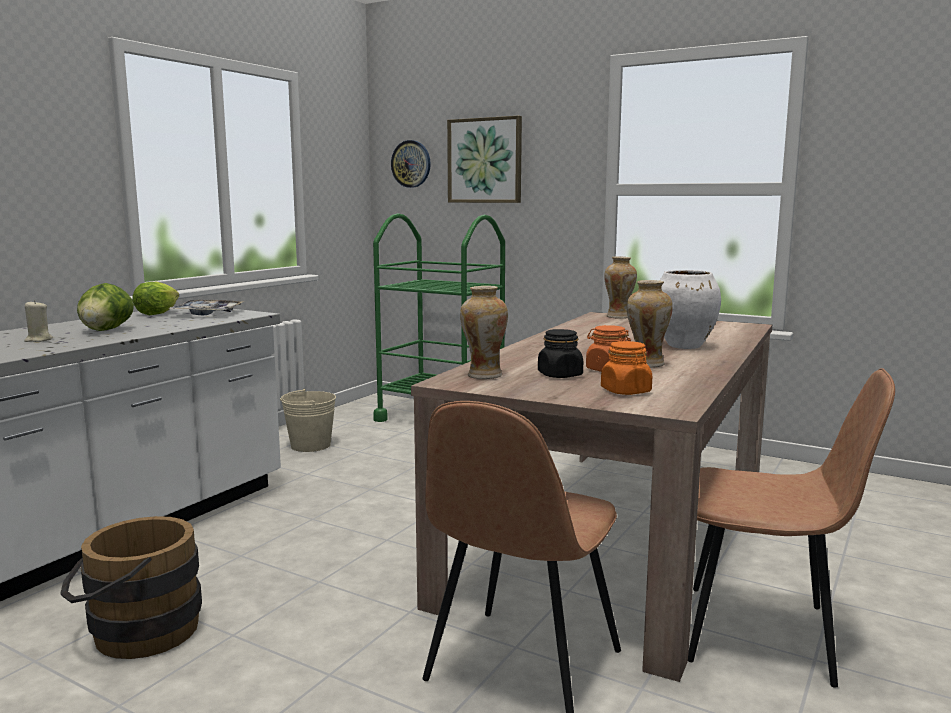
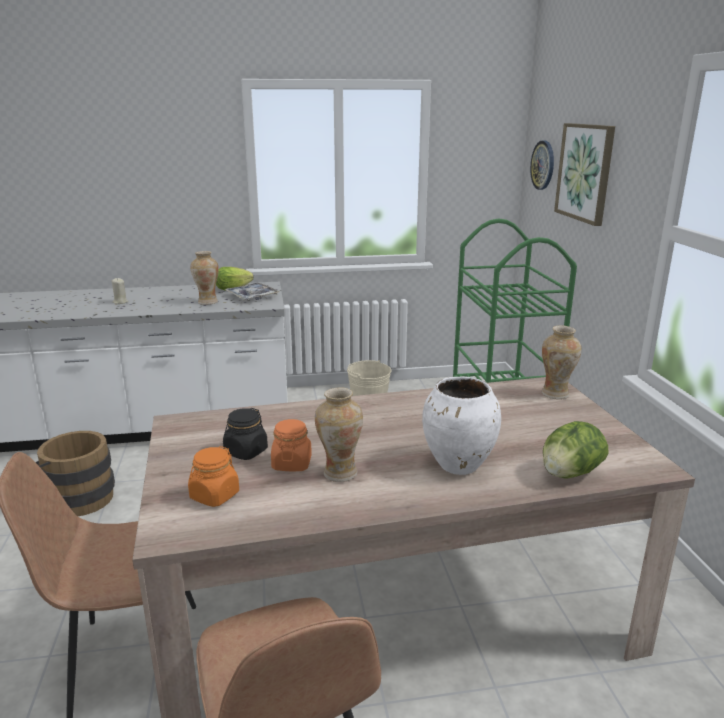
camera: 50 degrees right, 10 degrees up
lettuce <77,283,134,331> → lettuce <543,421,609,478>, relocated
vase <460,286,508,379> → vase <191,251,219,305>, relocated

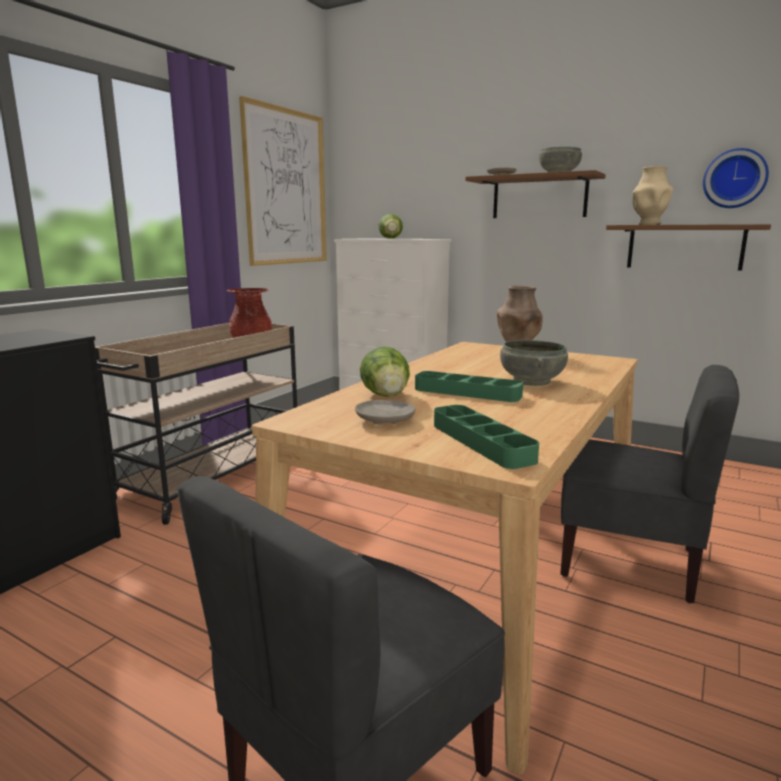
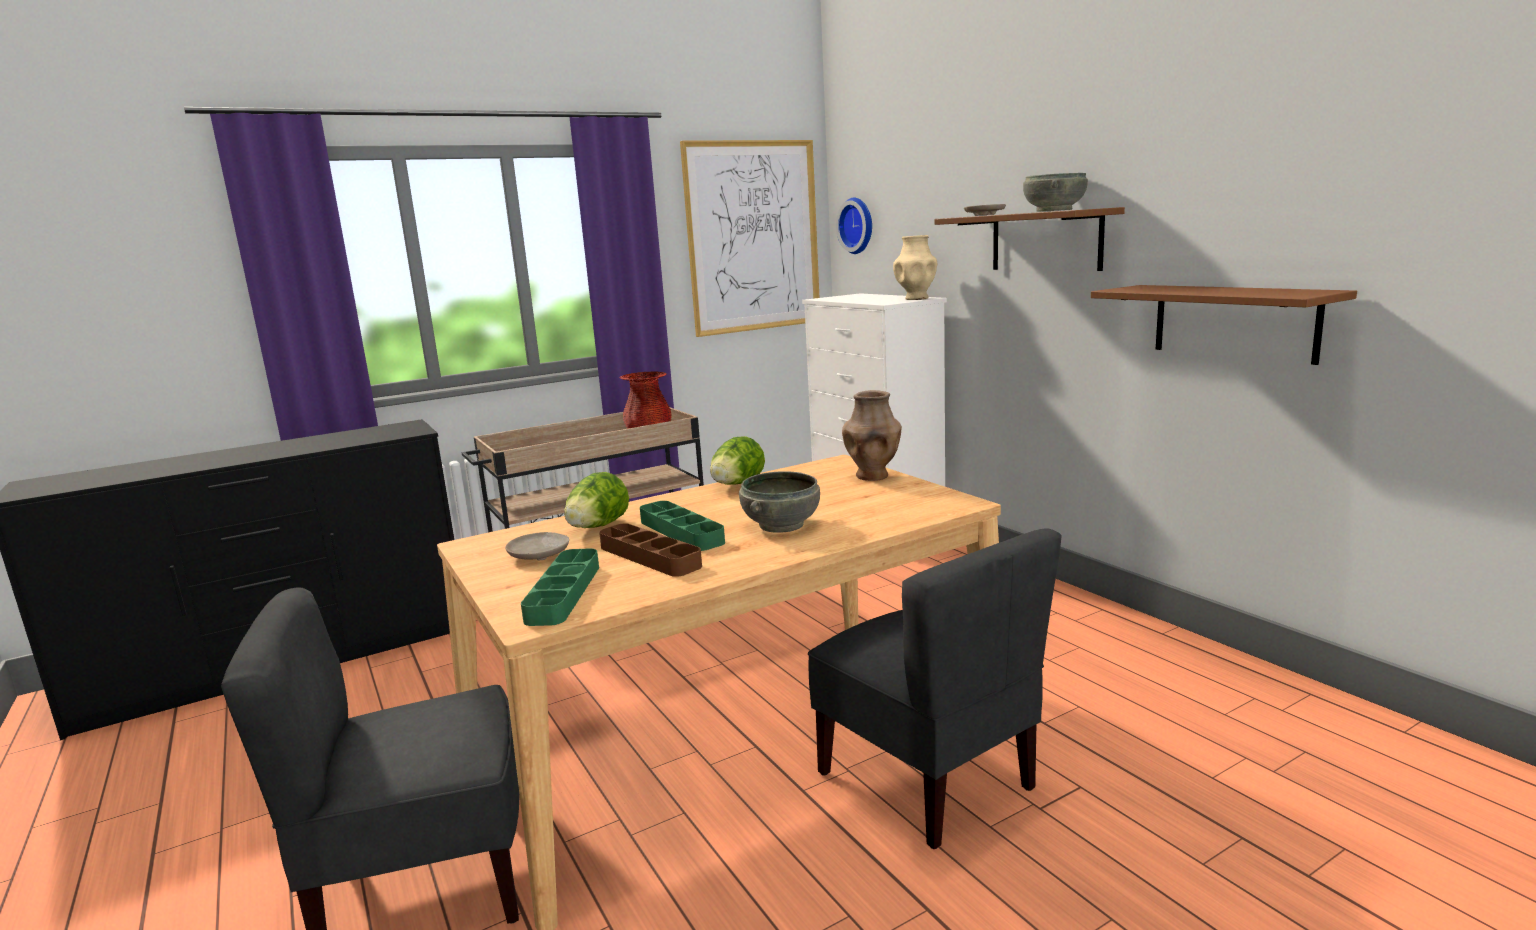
camera: 30 degrees right, 0 degrees up
wall clock <703,148,769,208> → wall clock <836,198,872,254>, relocated
vase in beige <633,166,673,225> → vase in beige <893,235,937,300>, relocated
lettuce <379,214,403,239> → lettuce <710,436,765,485>, relocated
- → tray in brown <599,523,702,577>

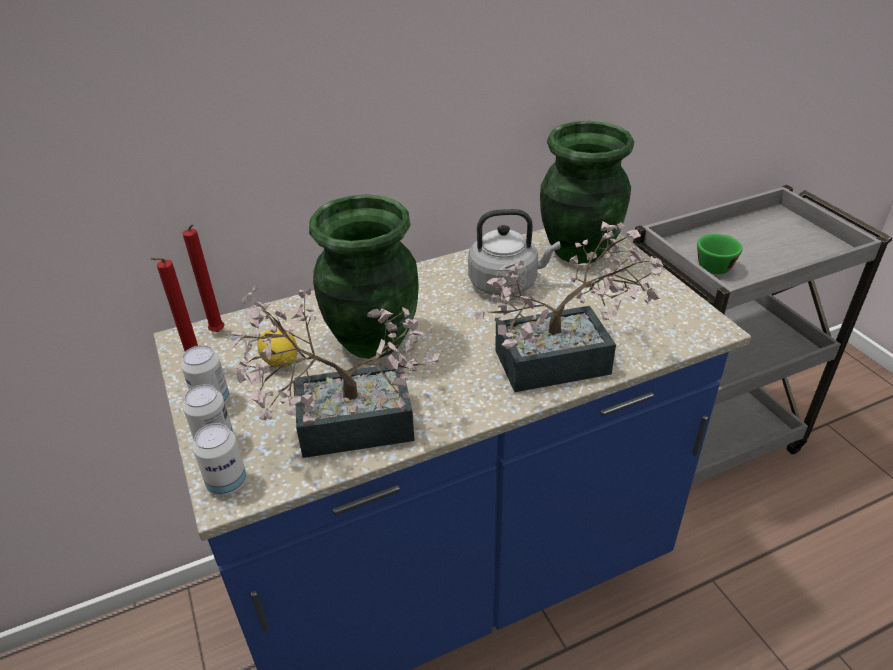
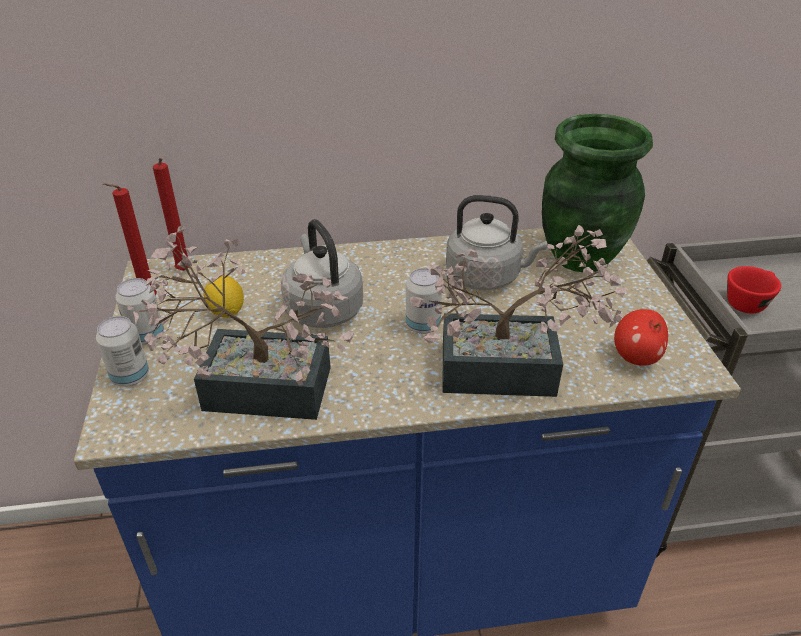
camera: 15 degrees right, 0 degrees up
vase in green <309,194,419,359> → kettle in grey <281,219,363,328>
cup in green <697,234,743,274> → cup in red <727,266,781,313>
can <193,423,247,496> → can <406,268,442,334>, relocated
- → apple <614,309,668,366>

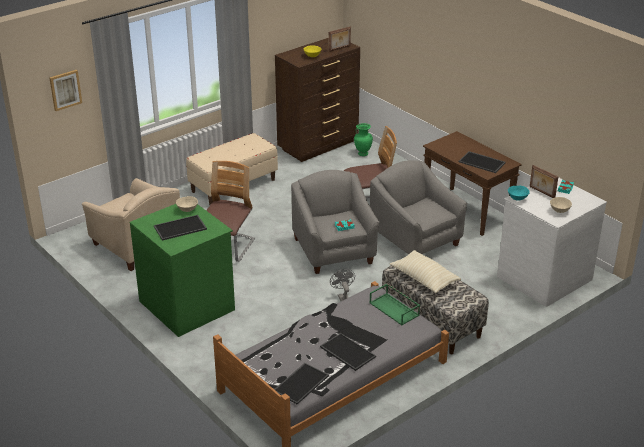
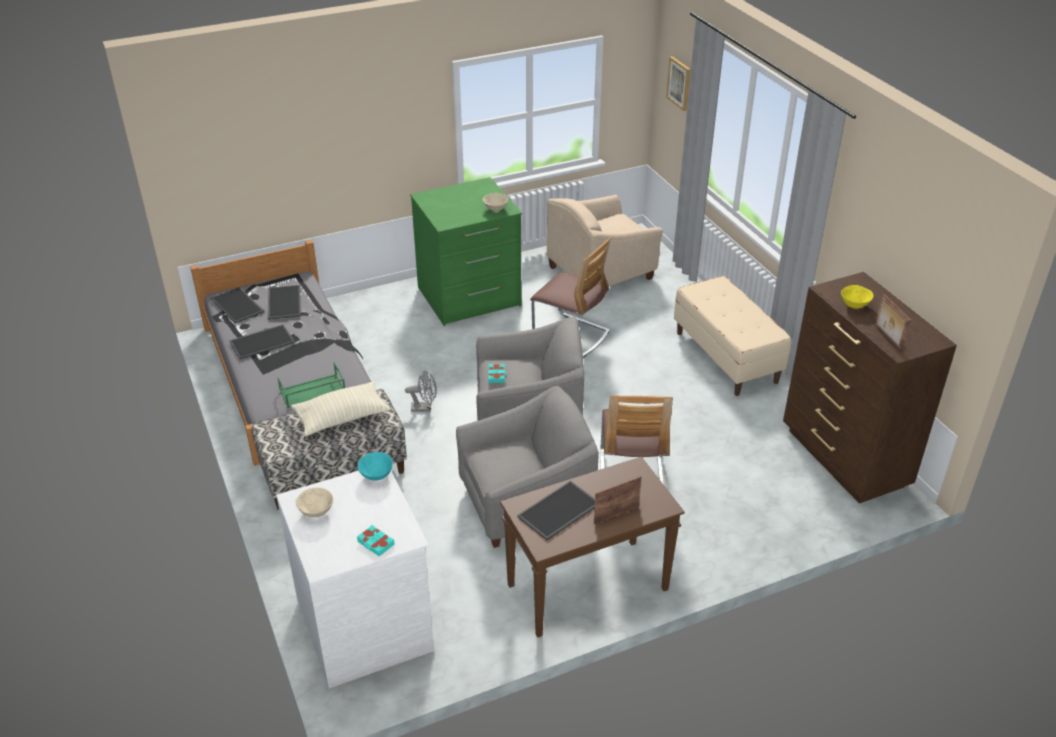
camera: 105 degrees right, 5 degrees up
vase in green <354,123,373,156> → -
picture frame <530,165,558,198> → picture frame <594,476,642,524>, relocated
tray <154,215,207,241> → tray <268,285,301,320>, relocated

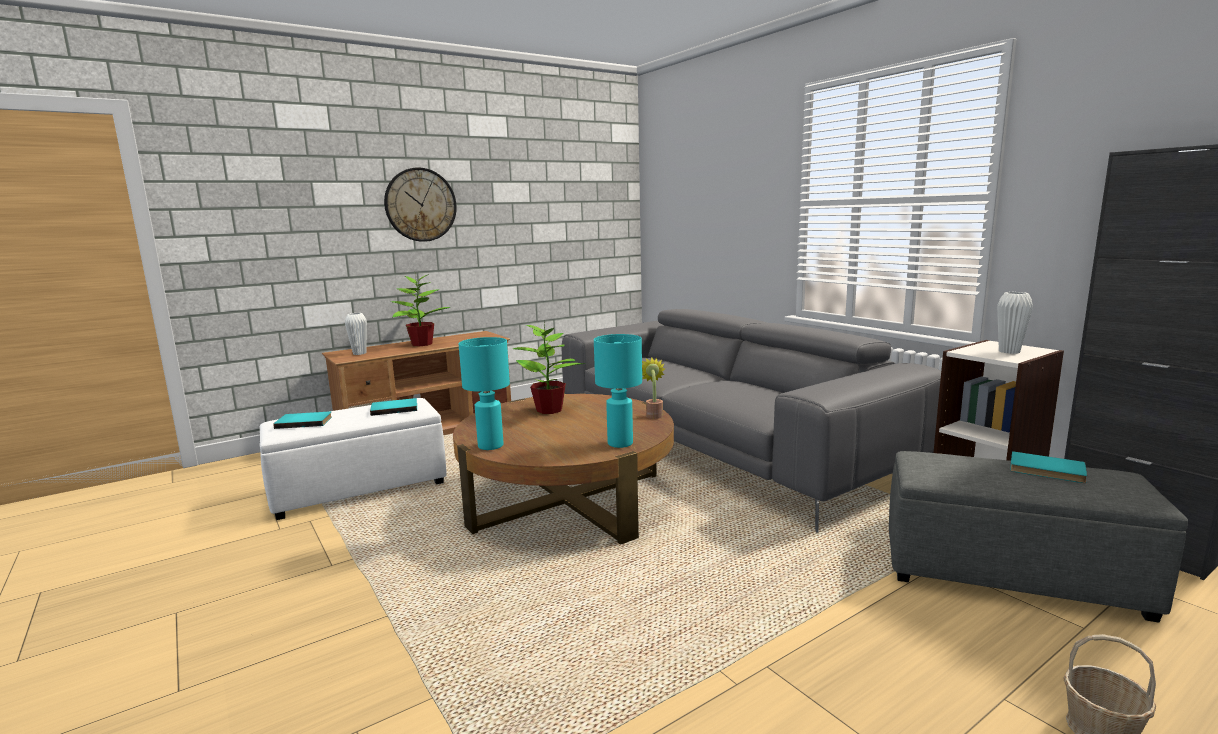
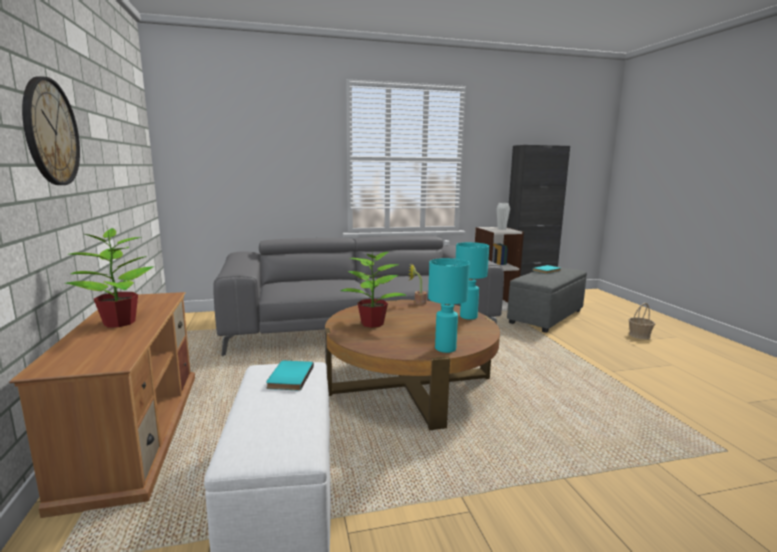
camera: 70 degrees left, 0 degrees up
vase in white <345,313,367,355> → -
book in turquoise <273,412,332,429> → -

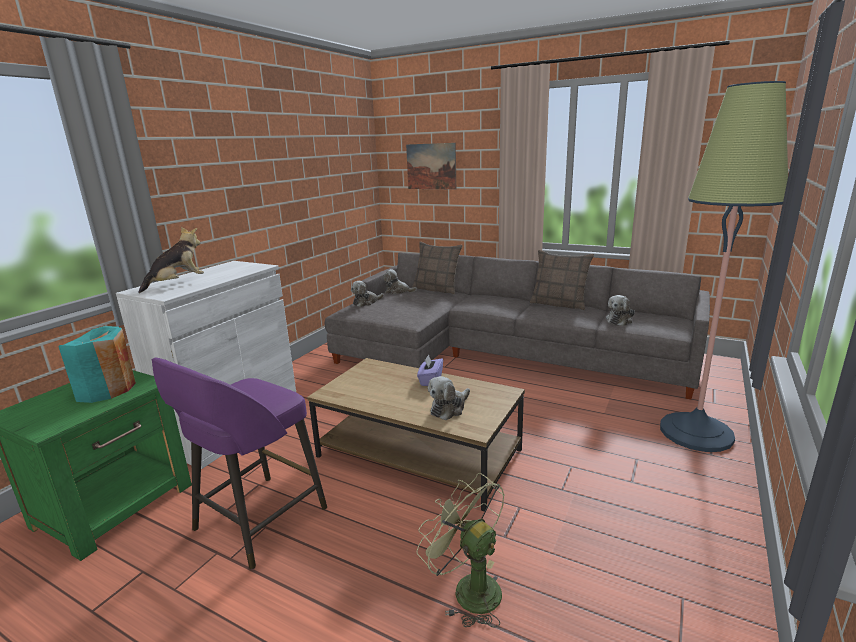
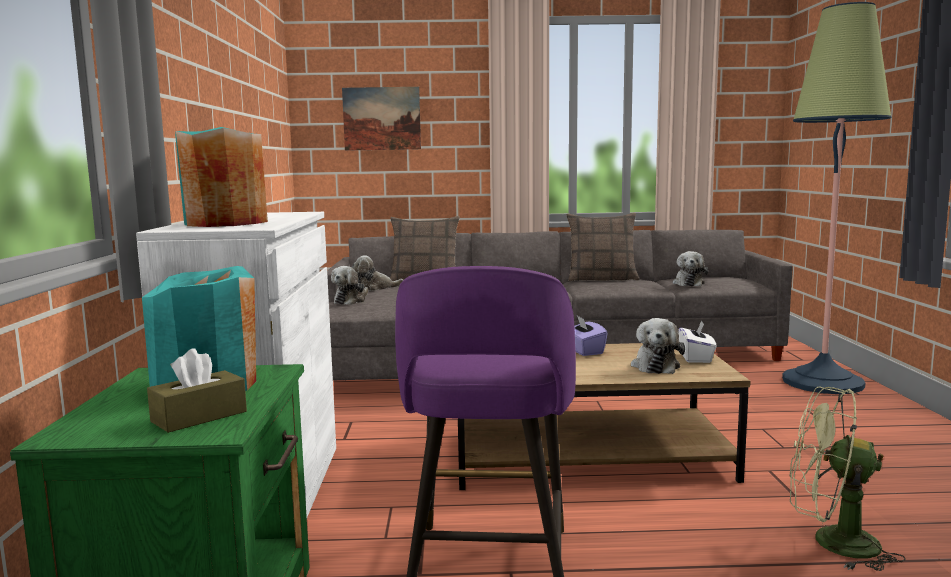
camera: 30 degrees left, 10 degrees down
plush toy <138,227,204,293> → vase in turquoise <175,127,268,227>
- → tissue box in white <678,320,717,363>
- → tissue box in brown <147,348,247,433>

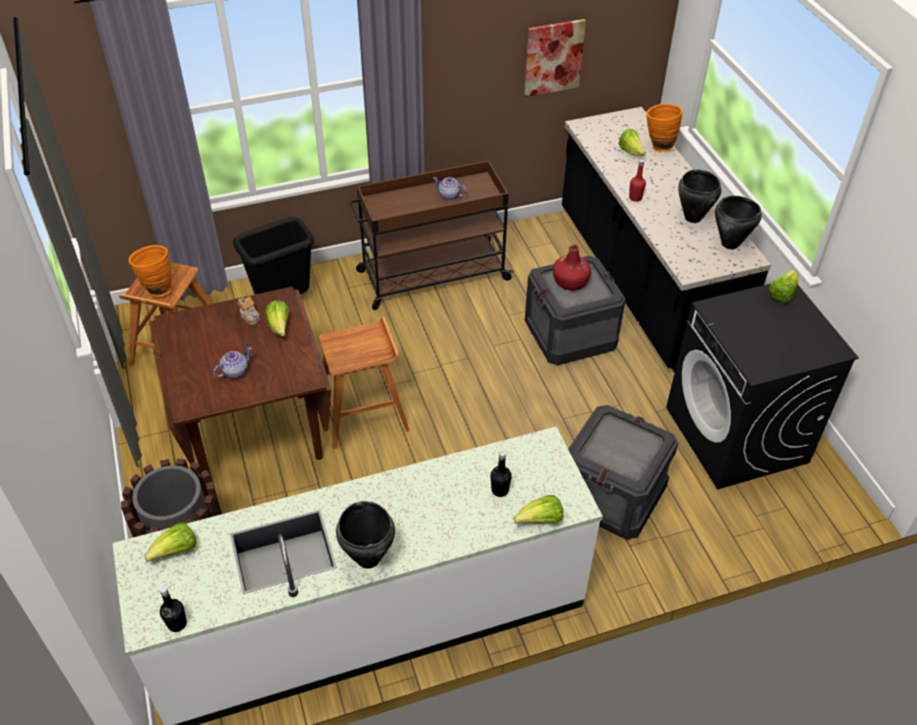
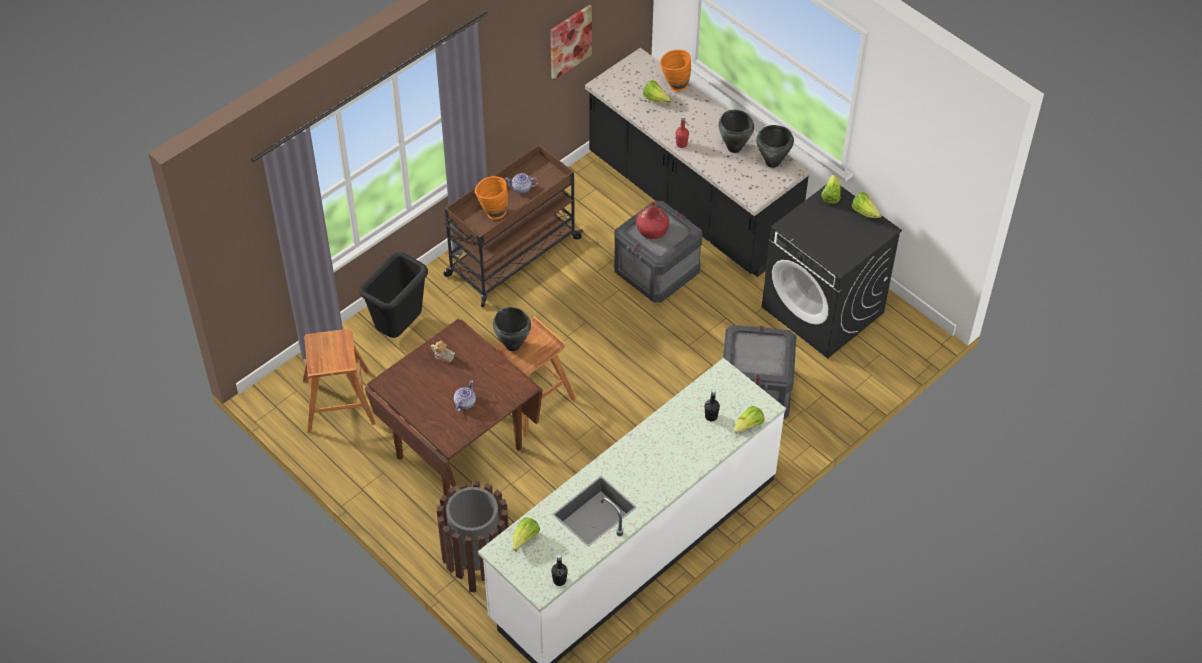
camera: 25 degrees left, 5 degrees up
vase in orange <128,245,172,297> → vase in orange <475,176,508,219>, relocated
lettuce <265,300,290,337> → lettuce <852,192,882,218>, relocated
cooking pot in black <336,501,395,569> → cooking pot in black <493,307,531,351>, relocated

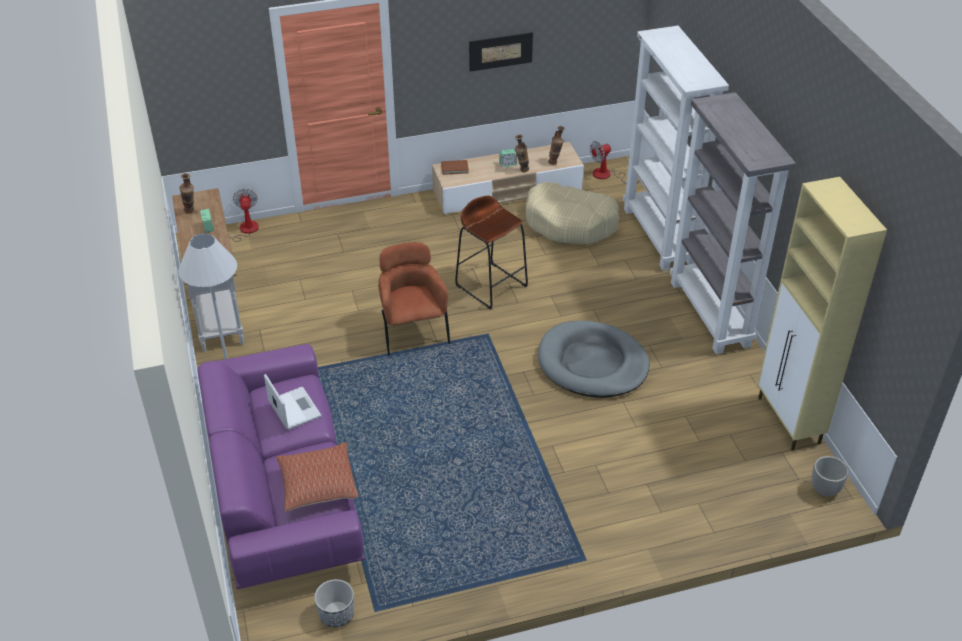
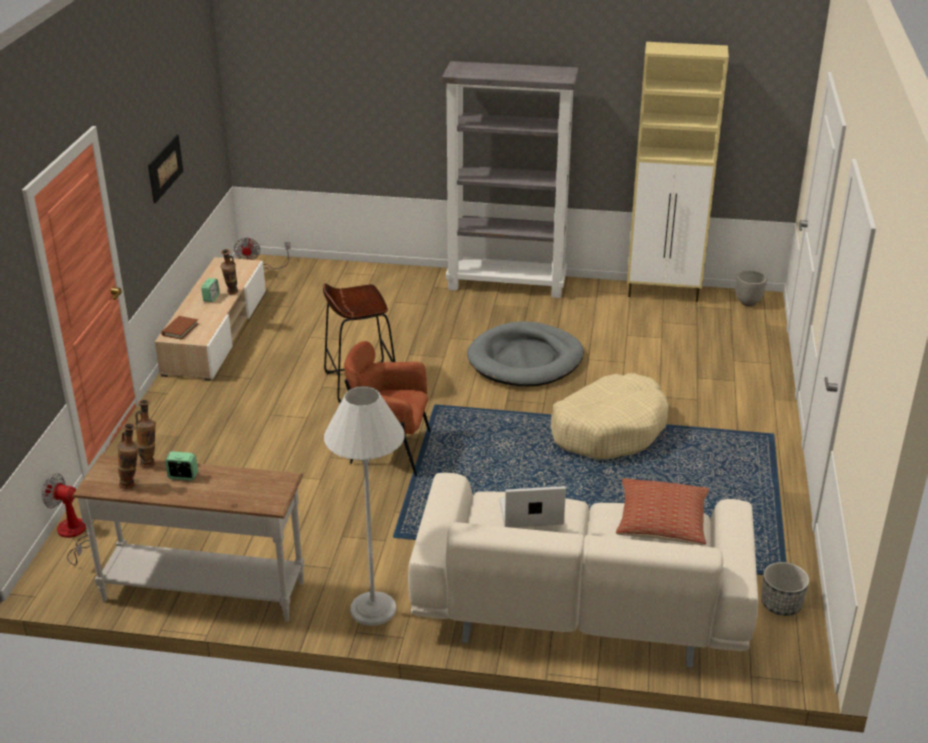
camera: 65 degrees left, 10 degrees down
bookcase in white <623,26,729,271> → -
vase <548,126,565,165> → vase <135,399,156,468>, relocated
dog bed in beige <526,182,620,245> → dog bed in beige <551,373,669,459>, relocated
sofa in purple <197,344,365,590> → sofa in beige <408,473,758,668>

